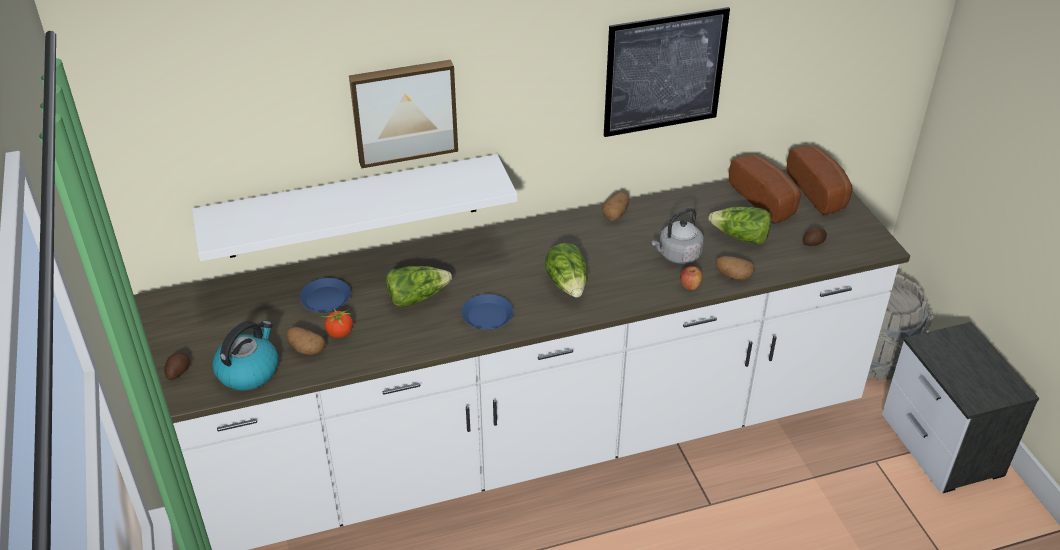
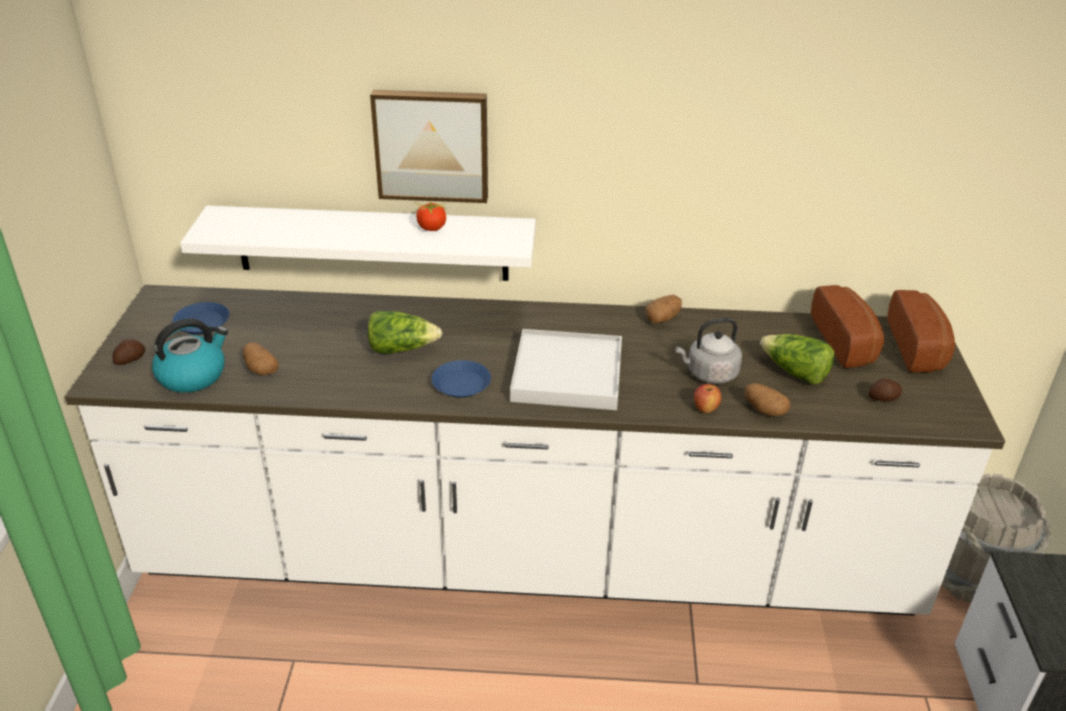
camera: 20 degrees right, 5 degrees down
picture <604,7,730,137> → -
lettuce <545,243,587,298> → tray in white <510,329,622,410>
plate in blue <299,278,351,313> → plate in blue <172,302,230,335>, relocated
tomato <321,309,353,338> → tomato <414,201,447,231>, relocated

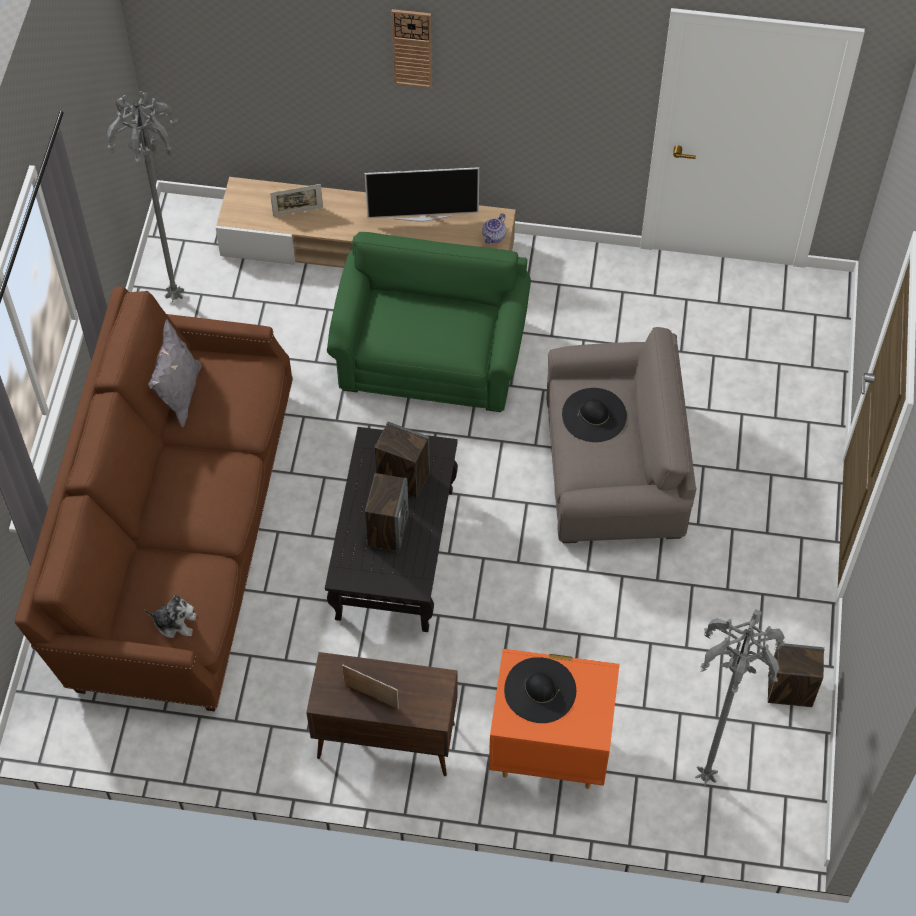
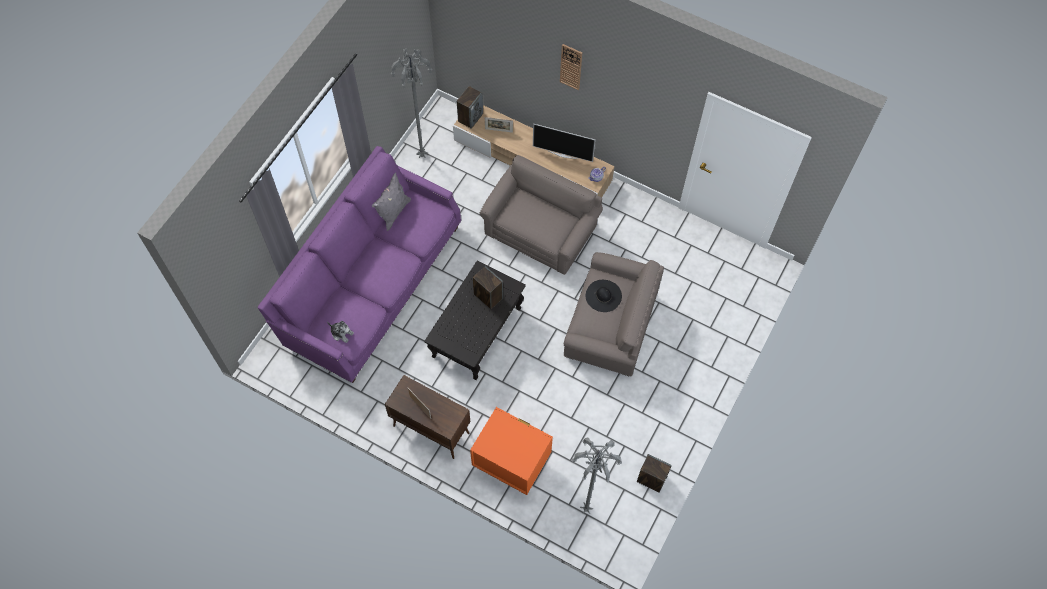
camera: 20 degrees right, 5 degrees up
armchair in green <327,232,531,412> → armchair in grey <480,155,603,275>
sofa in brown <15,286,293,711> → sofa in purple <257,146,461,383>
speaker <365,473,409,552> → speaker <457,86,483,129>, relocated
hat in black <504,657,576,723> → -

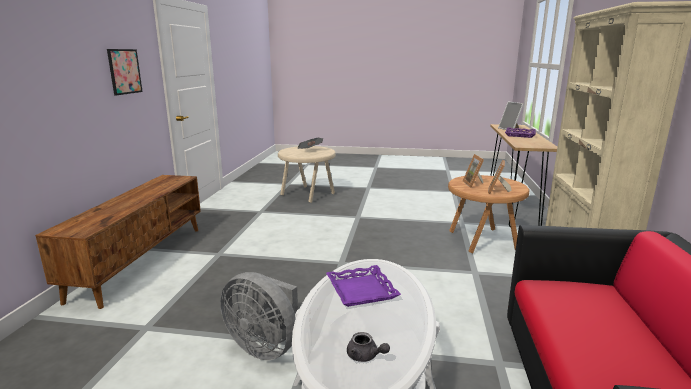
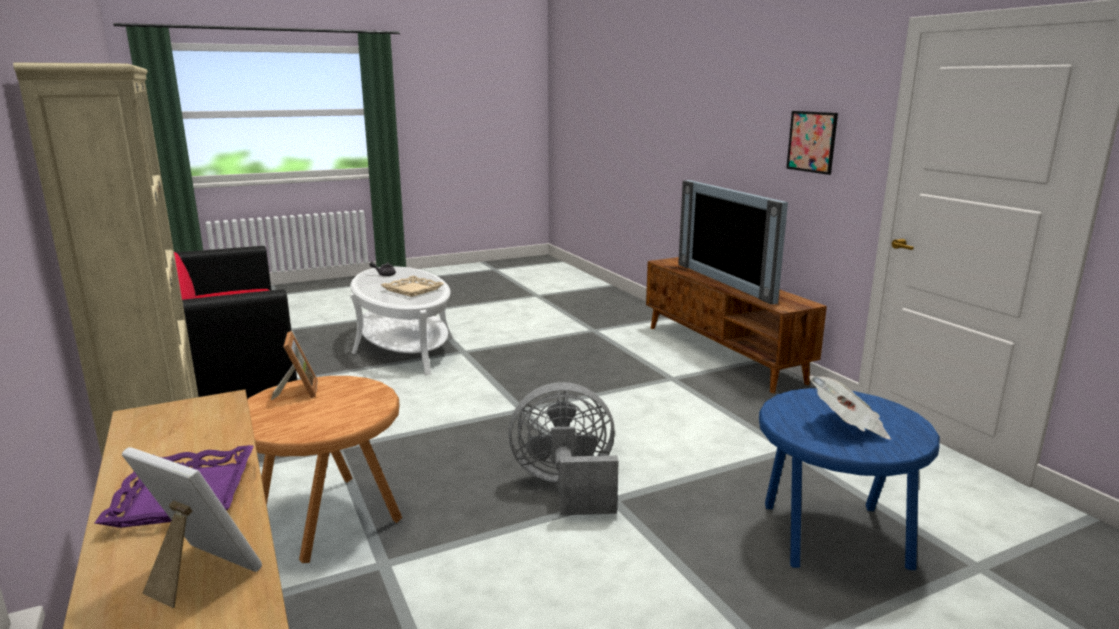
camera: 145 degrees right, 0 degrees up
side table in beige <278,146,336,203> → side table in blue <759,388,940,570>
picture frame <463,154,484,188> → -
tray in purple <326,265,401,307> → tray in beige <381,276,444,297>
fan in grey <220,272,298,360> → fan in grey <508,382,619,515>, relocated
- → television <678,180,788,305>

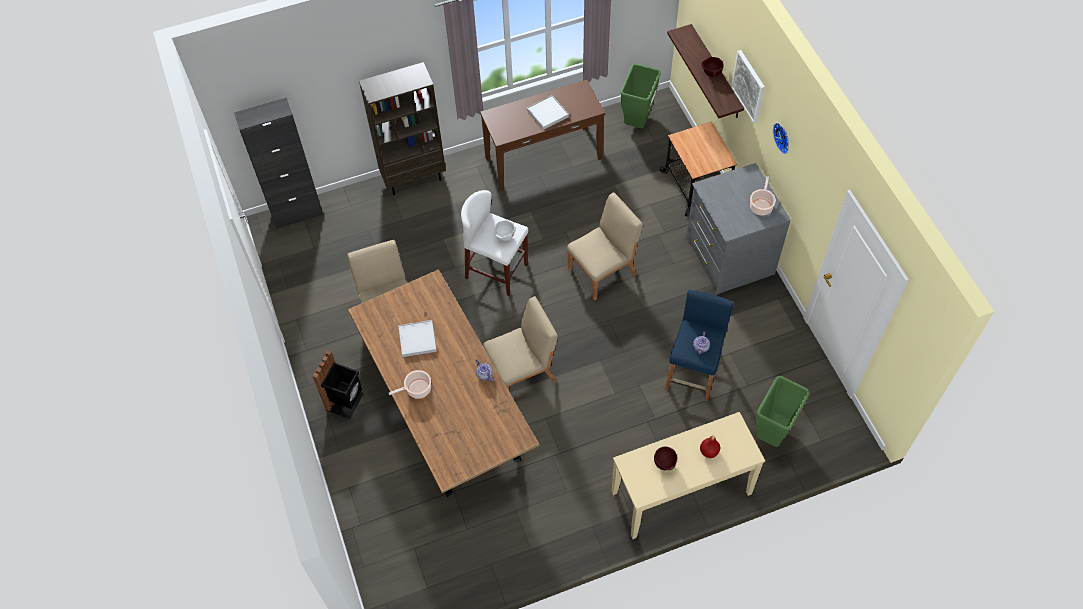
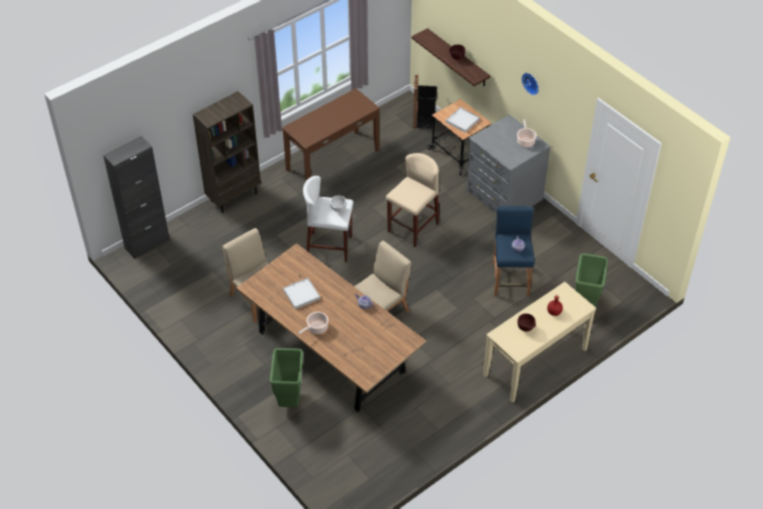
camera: 20 degrees left, 10 degrees down
picture <731,50,765,123> → -
trash can in green <620,64,661,128> → trash can in green <270,348,303,407>, relocated
tray in white <527,95,569,130> → tray in white <446,107,480,133>, relocated
chair in beige <567,192,643,300> → stool in beige <386,153,439,247>
trash can in black <312,350,364,419> → trash can in black <413,74,437,129>, relocated

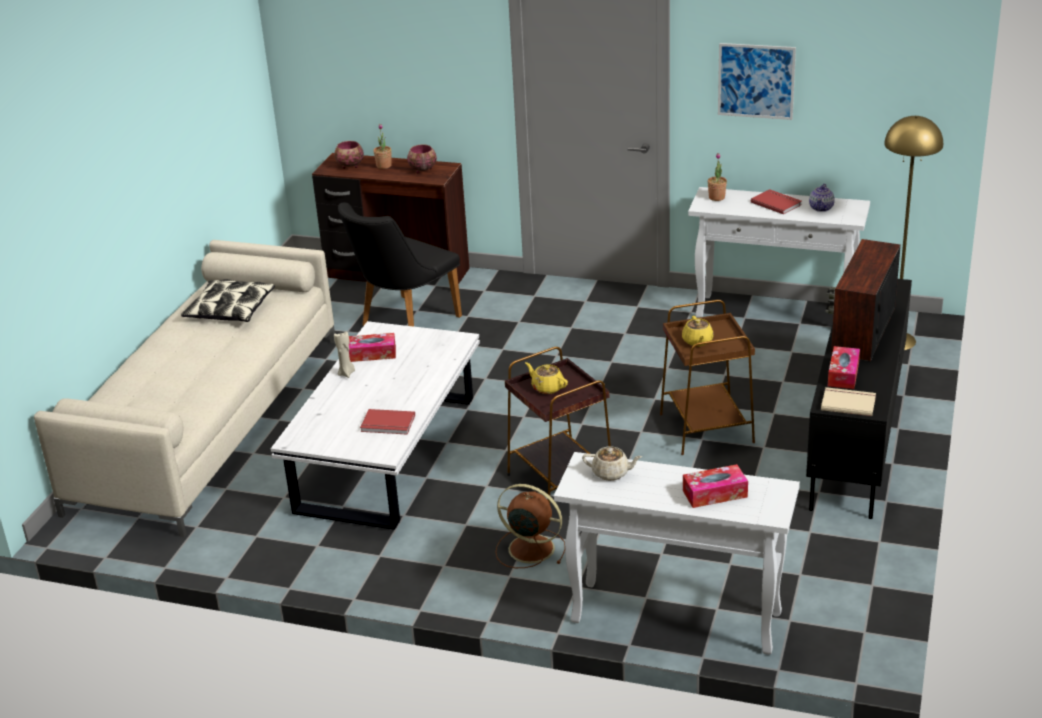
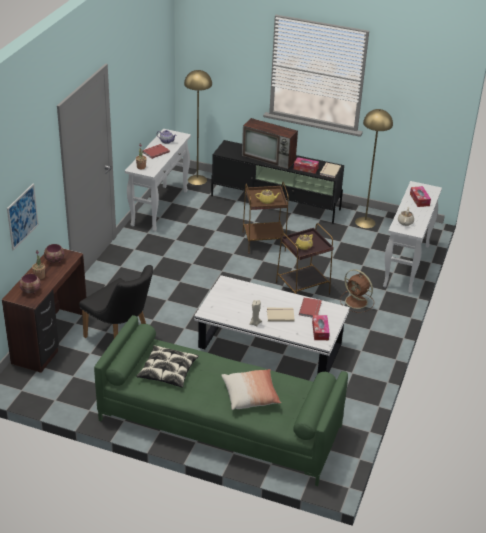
camera: 90 degrees left, 5 degrees up
picture <718,43,796,120> → picture <7,183,39,251>, relocated
sofa in beige <34,240,335,537> → sofa in green <94,315,348,486>
tissue box <349,333,396,362> → tissue box <312,315,330,340>, relocated
fan in brown <496,484,565,568> → fan in brown <340,269,374,313>, 75 degrees counterclockwise
- → floor lamp in yellow <355,109,393,228>
- → book in beige <267,308,295,322>
- → pillow <221,369,281,410>

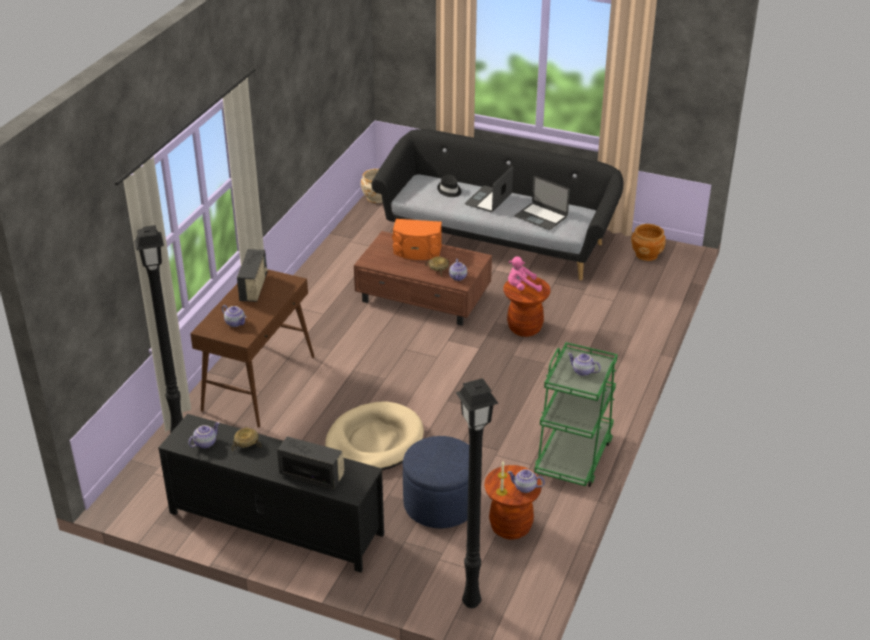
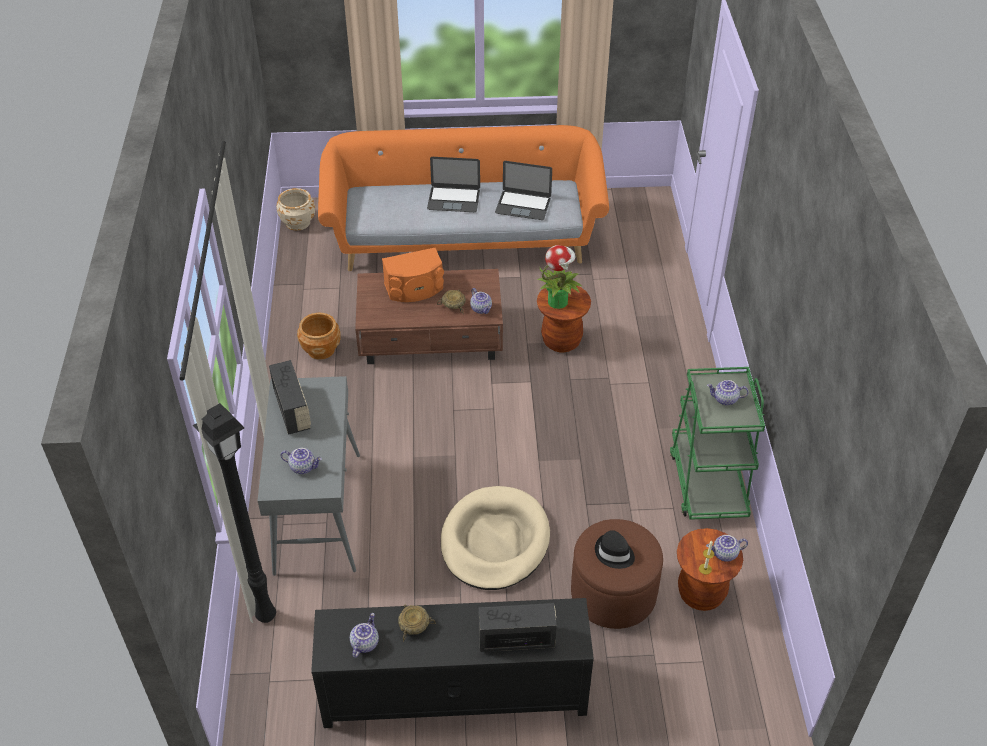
camera: 25 degrees left, 10 degrees up
sofa in black <371,129,623,280> → sofa in orange <318,125,609,271>
laptop <465,166,513,212> → laptop <427,157,480,212>, 90 degrees counterclockwise
hat in black <437,174,462,197> → hat in black <595,530,635,569>, relocated
planter in brown <631,224,666,261> → planter in brown <297,313,341,360>, relocated
plush toy in pink <508,256,542,292> → potted plant <537,245,582,309>
console table in brown <190,270,314,428> → console table in grey <258,376,360,576>
floor lamp in black <455,378,499,608> → -
ottoman in blue <403,436,469,528> → ottoman in brown <571,519,663,629>

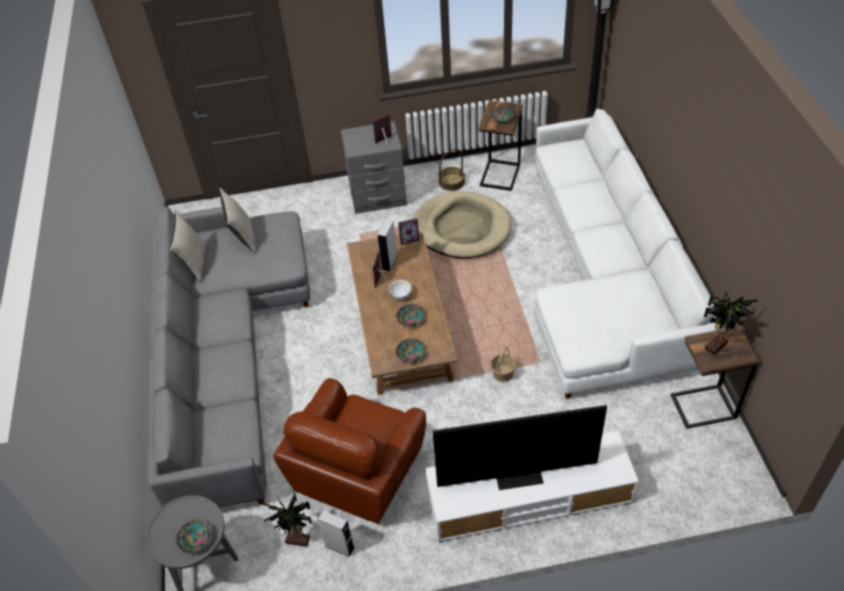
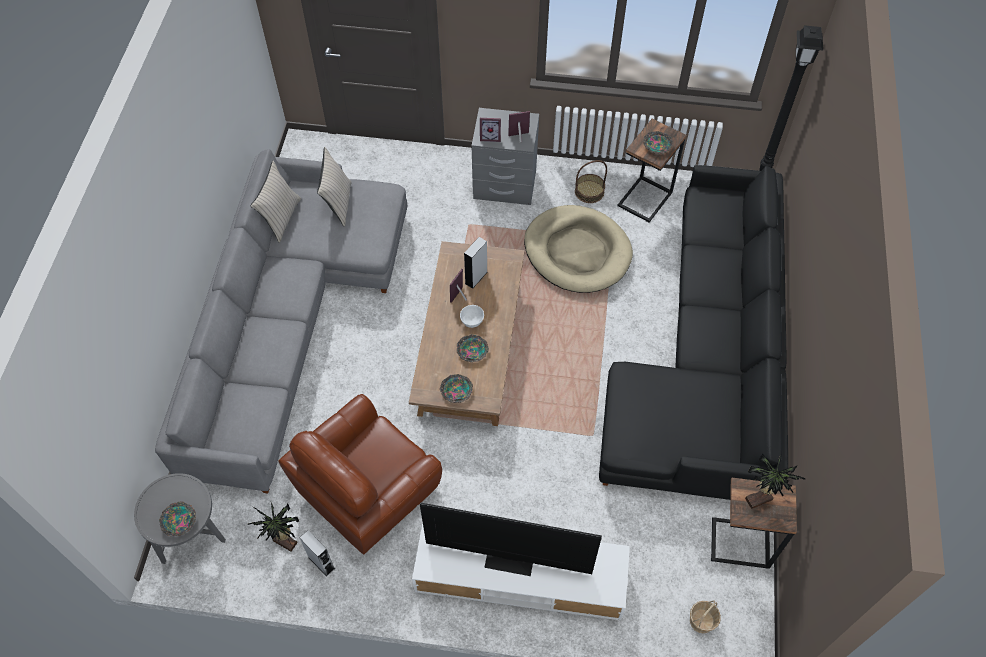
camera: 15 degrees right, 10 degrees up
sofa in white <535,109,716,399> → sofa in black <599,165,788,500>
picture frame <398,218,420,245> → picture frame <480,118,501,142>, relocated
basket <490,347,516,382> → basket <690,600,721,634>, relocated

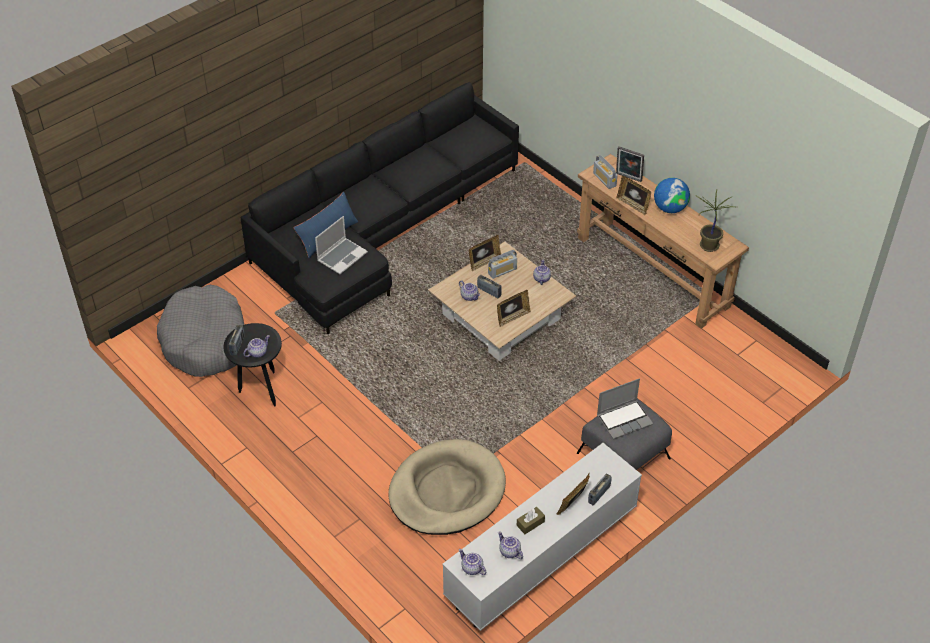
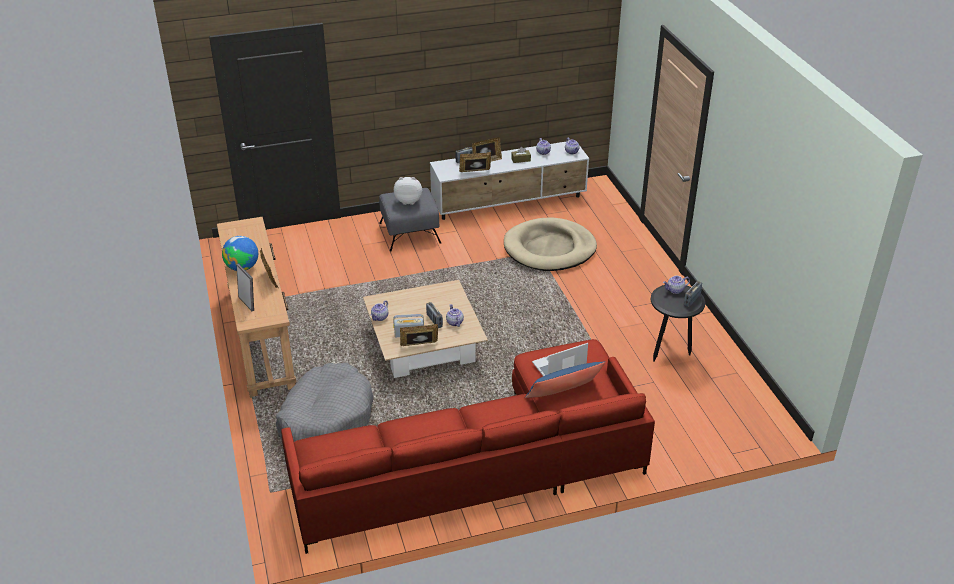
camera: 155 degrees left, 10 degrees down
sofa in black <241,82,519,334> → sofa in red <281,339,655,554>
radio <593,155,618,189> → -
potted plant <695,190,734,252> → -
dog bed in grey <157,285,244,377> → dog bed in grey <276,363,374,442>, relocated
picture frame <497,290,531,327> → picture frame <459,152,491,172>, relocated
laptop <597,378,653,440> → plush toy <394,177,422,205>

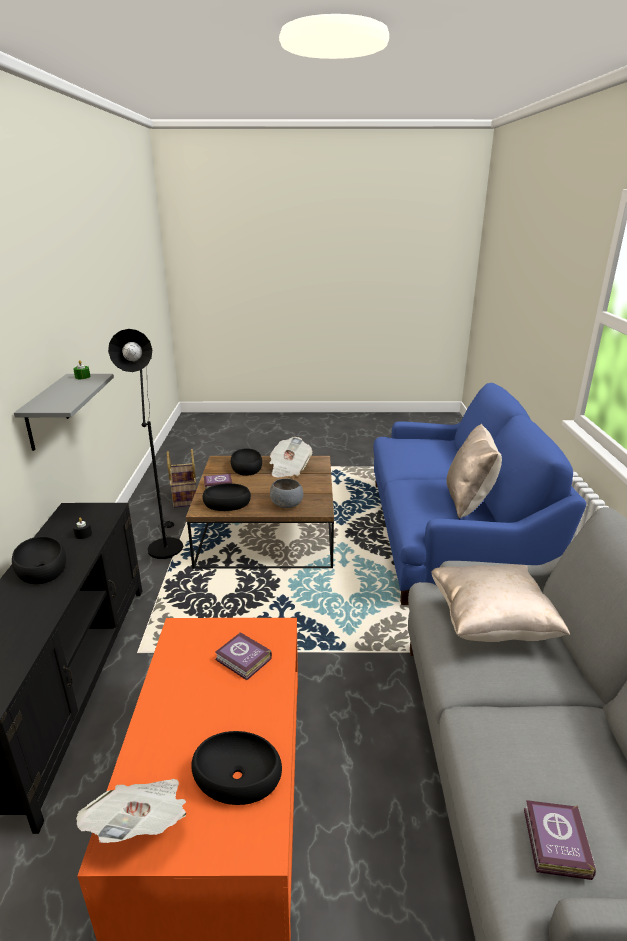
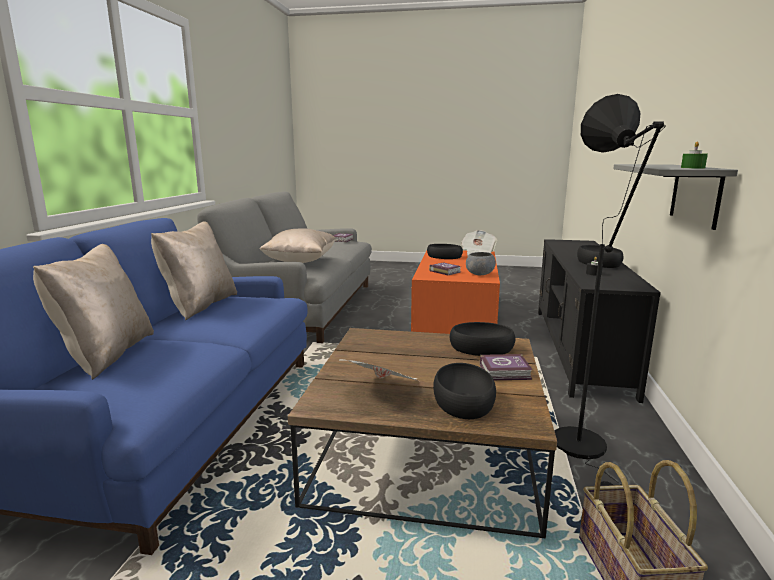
camera: 170 degrees left, 10 degrees down
bowl in grey <270,478,303,508> → bowl in grey <466,252,496,275>, relocated
- → pillow in beige <33,244,154,380>

